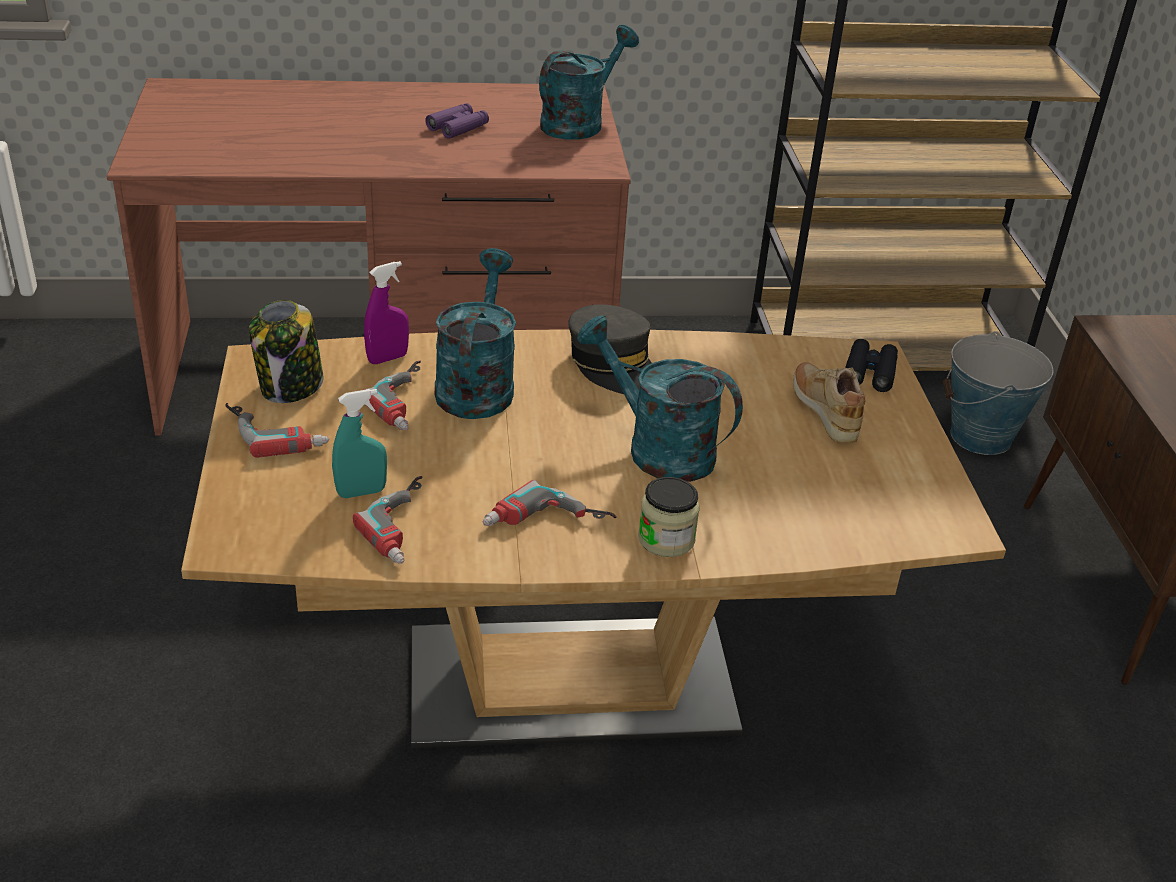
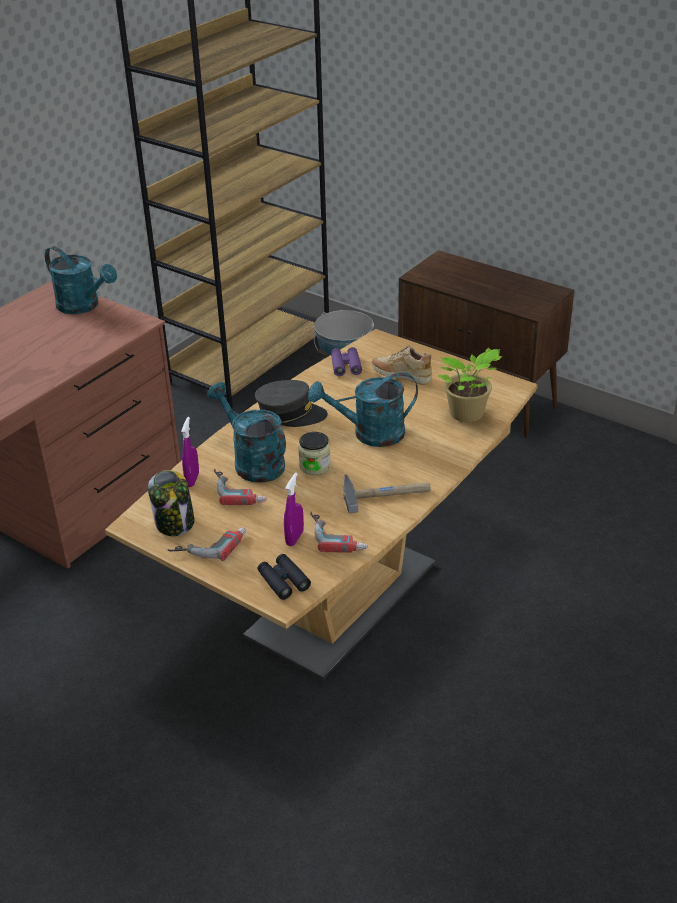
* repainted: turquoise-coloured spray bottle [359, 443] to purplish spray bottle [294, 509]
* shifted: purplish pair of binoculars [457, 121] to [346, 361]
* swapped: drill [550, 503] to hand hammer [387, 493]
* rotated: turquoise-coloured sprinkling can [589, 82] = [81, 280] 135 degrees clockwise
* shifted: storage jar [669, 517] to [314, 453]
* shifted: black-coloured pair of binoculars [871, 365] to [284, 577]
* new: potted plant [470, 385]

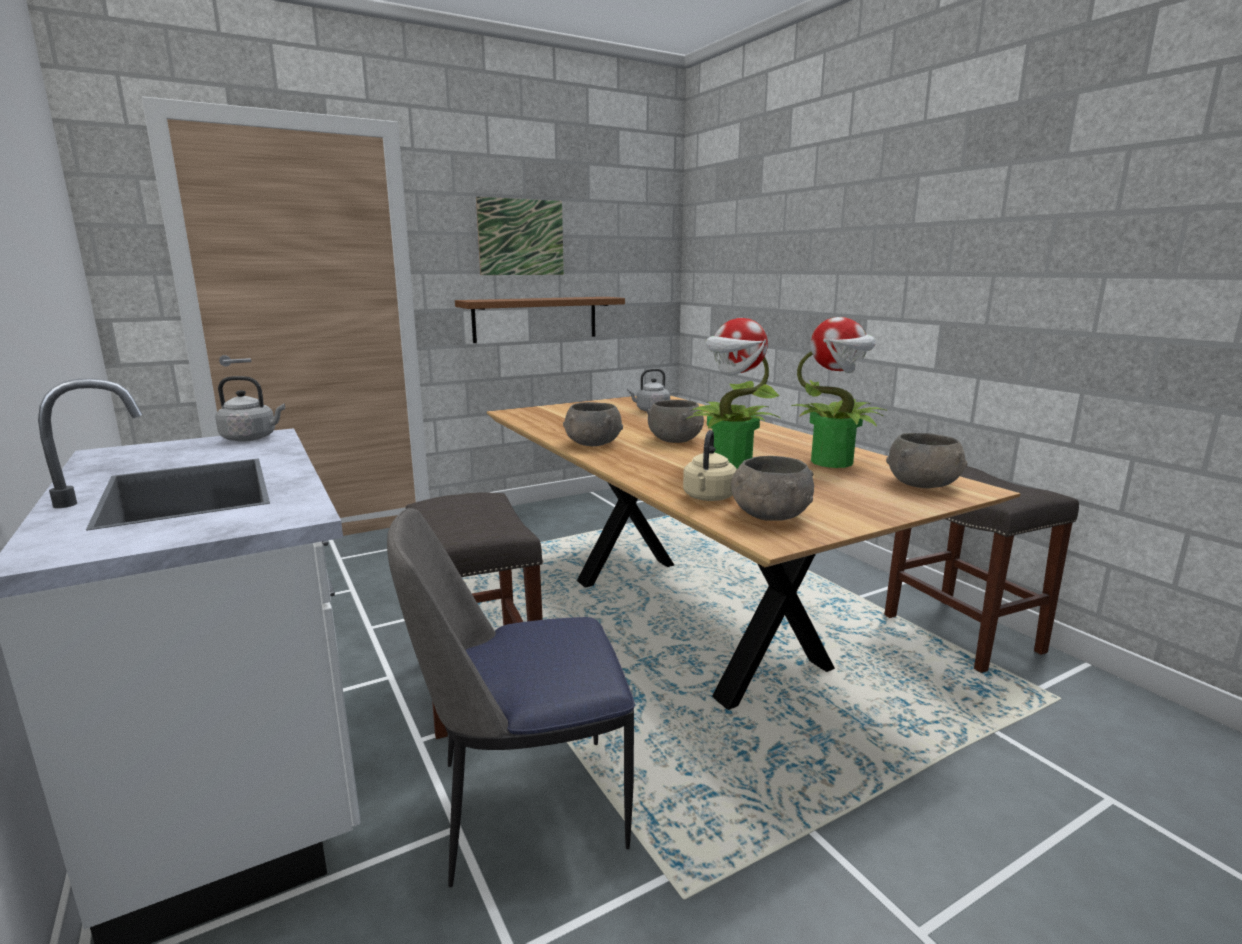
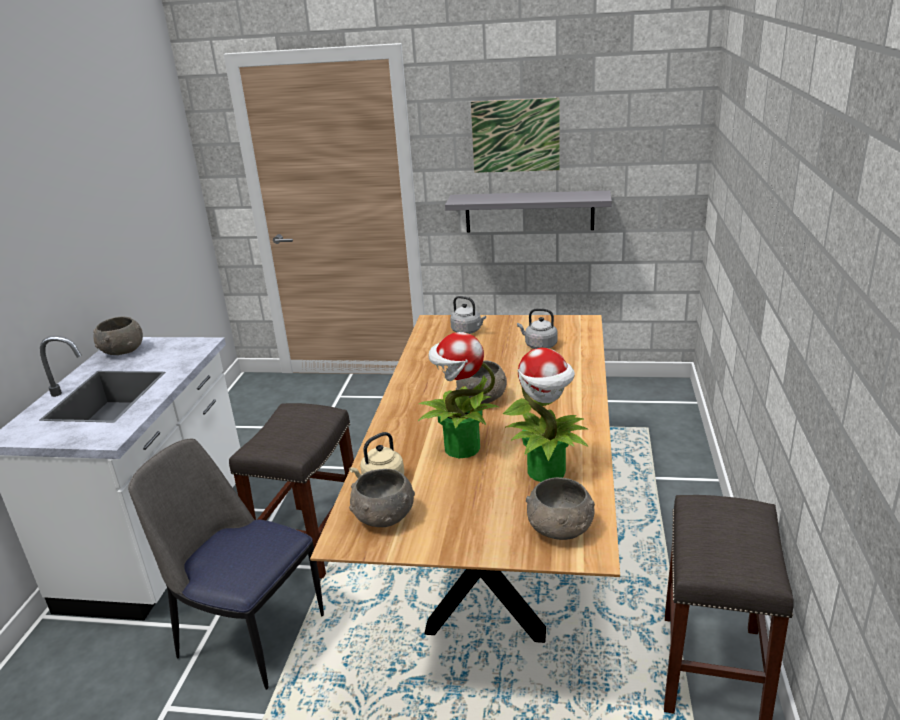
* shifted: grey kettle [250, 409] to [468, 315]
* repainted: brownish bracket shelf [540, 320] to grey bracket shelf [528, 211]
* shifted: grey deep dish [593, 424] to [118, 336]

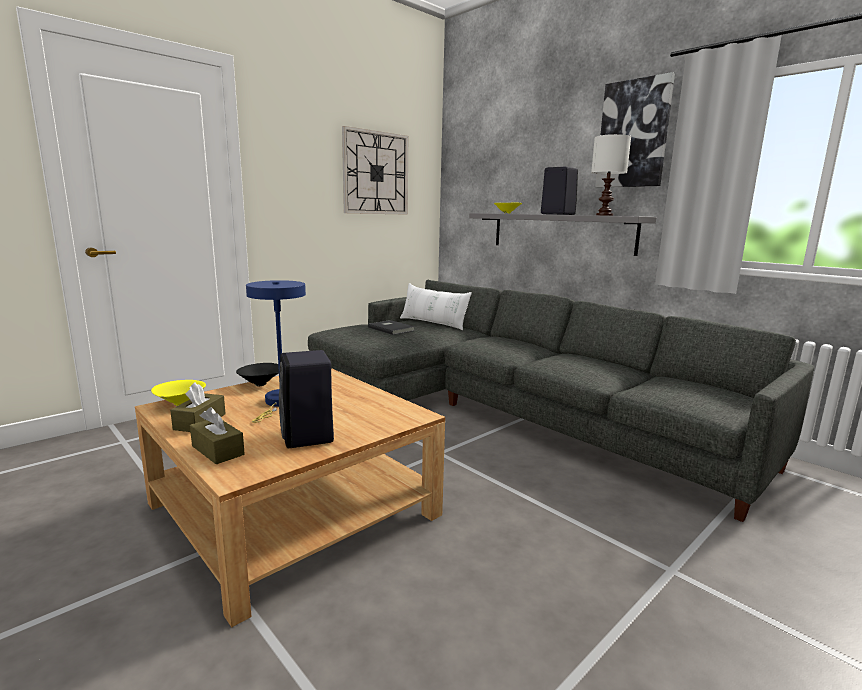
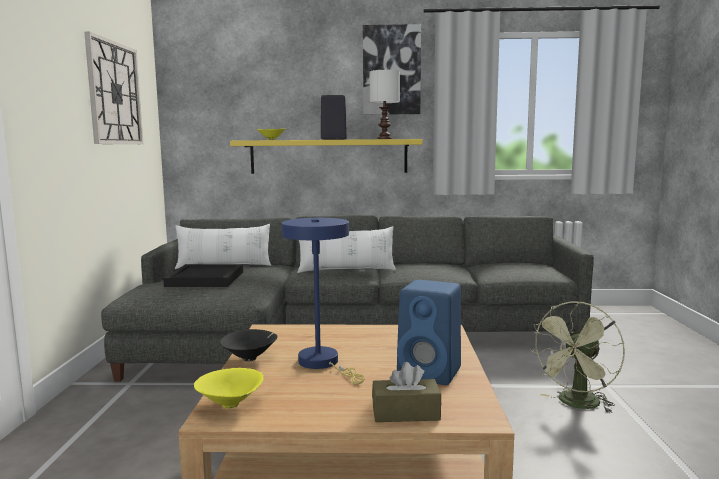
* gone: brownish box of tissues [198, 407]
* repainted: black-coloured speaker [306, 399] to blue speaker [429, 332]
* swapped: grey book [391, 327] to black-coloured serving tray [203, 275]
* repainted: grey bracket shelf [563, 234] to yellow-coloured bracket shelf [326, 156]
* new: white cushion [346, 249]
* new: greenish cooling fan [577, 357]

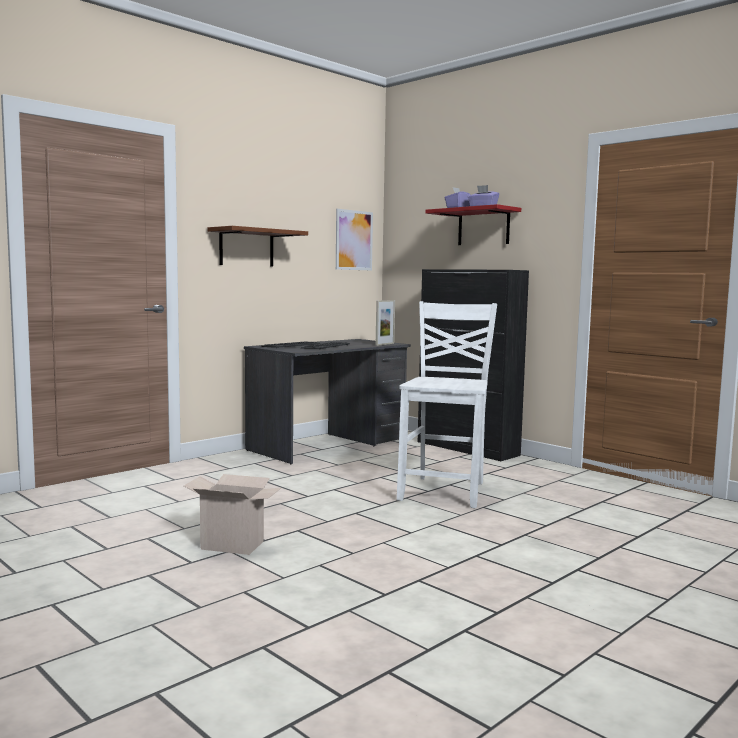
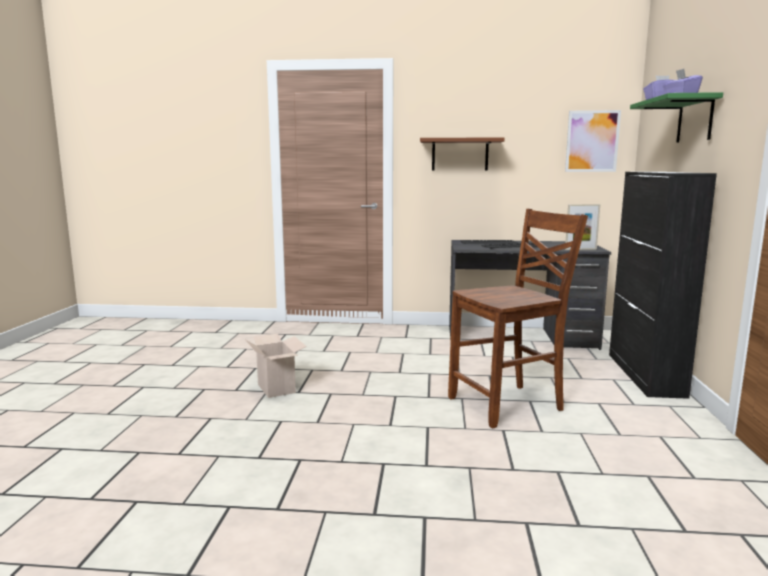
* repainted: white upright chair [447, 404] to brownish upright chair [518, 318]
* repainted: red-coloured bracket shelf [473, 224] to greenish bracket shelf [676, 117]

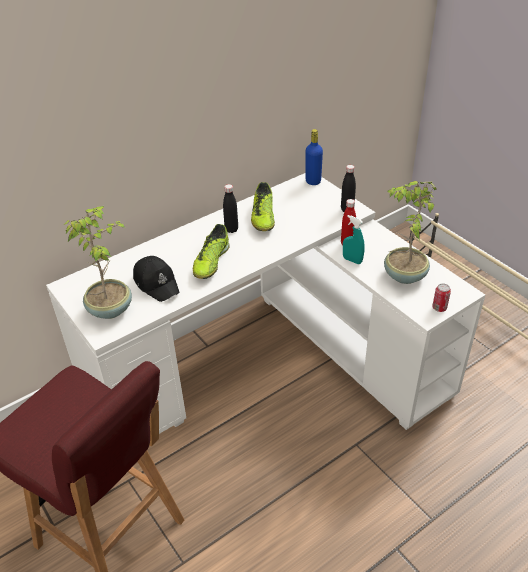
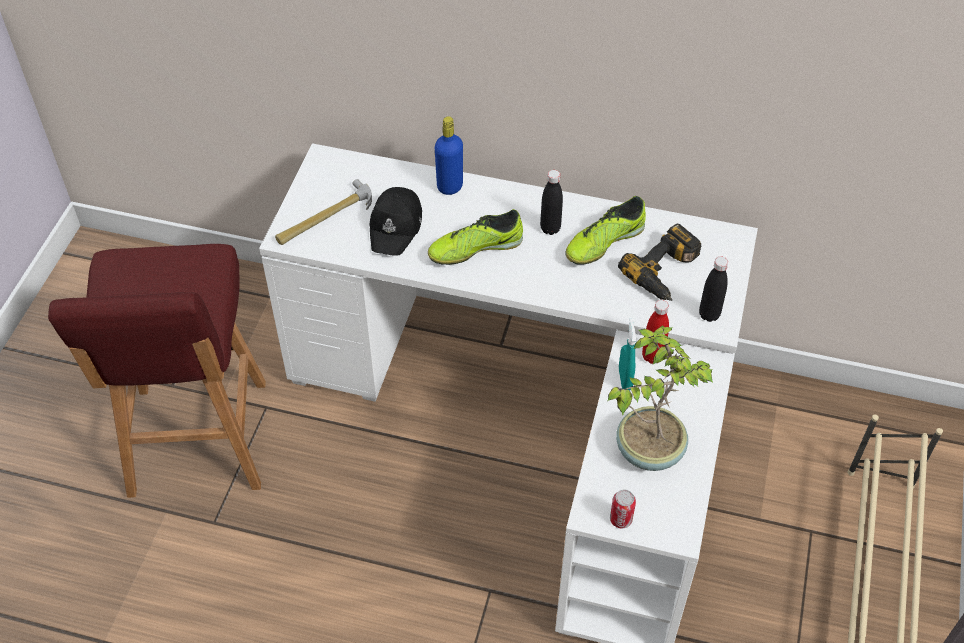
* swapped: potted plant [97, 262] to hand hammer [323, 212]
* shifted: blue bottle [314, 157] to [449, 155]
* new: drill [659, 262]

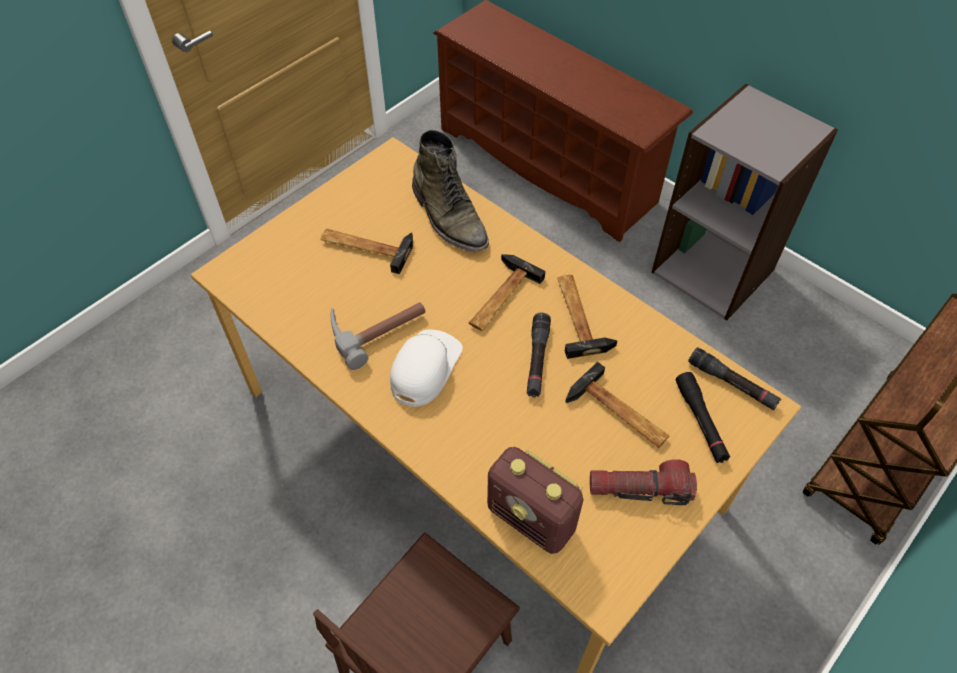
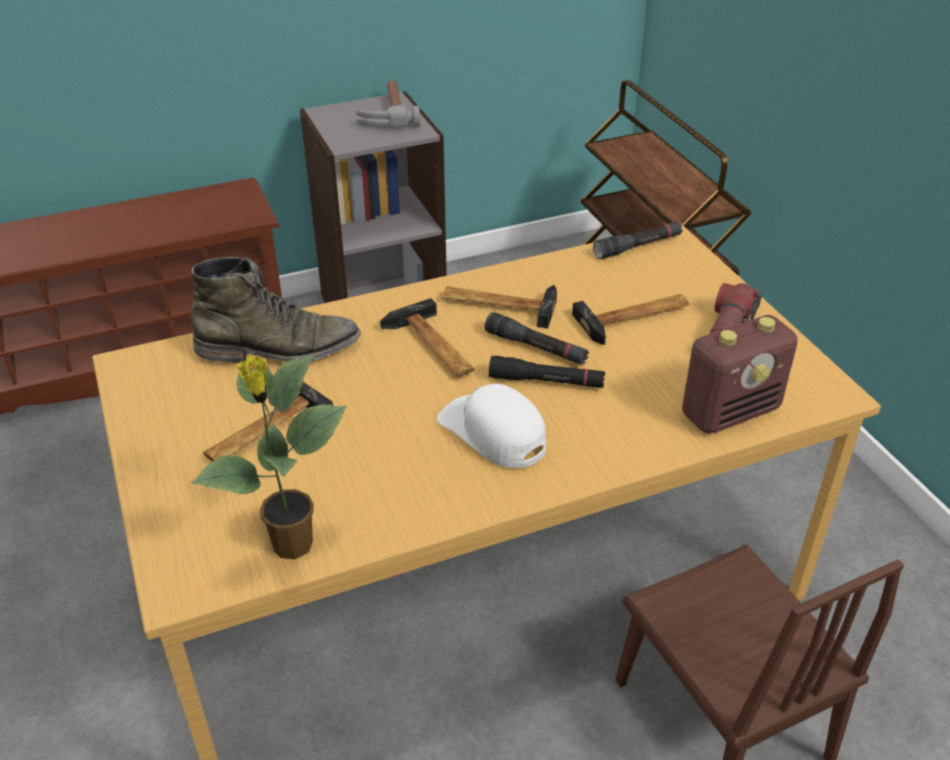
* shifted: hand hammer [378, 336] to [388, 104]
* shifted: black-coloured torch [703, 417] to [547, 372]
* new: potted plant [269, 456]

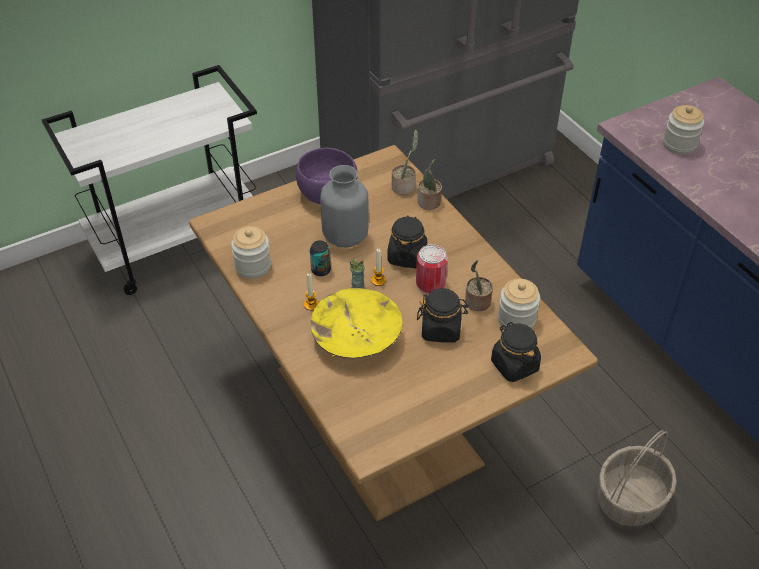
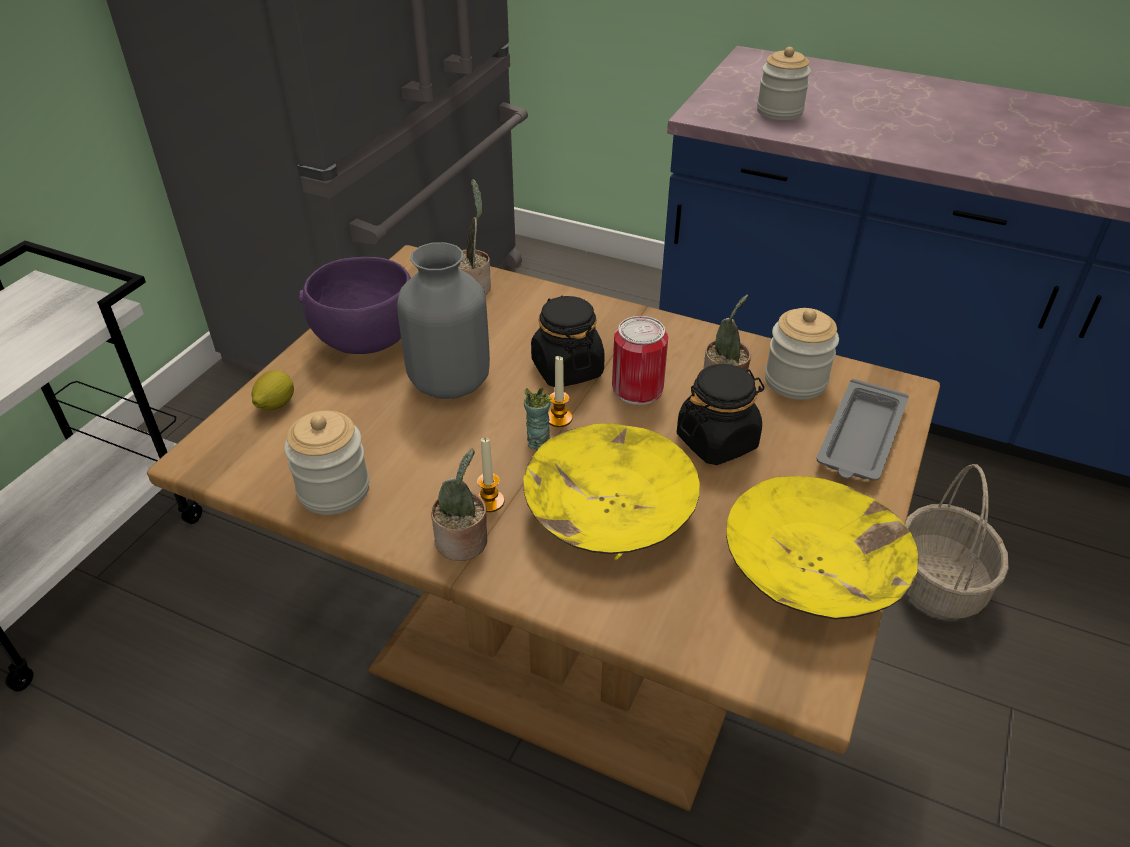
* gone: can [320, 258]
* shifted: potted plant [429, 184] to [459, 505]
* swapped: black-coloured storage jar [516, 352] to grey serving tray [863, 430]
* new: whole lemon [273, 390]
* new: yellow-coloured deep dish [822, 547]

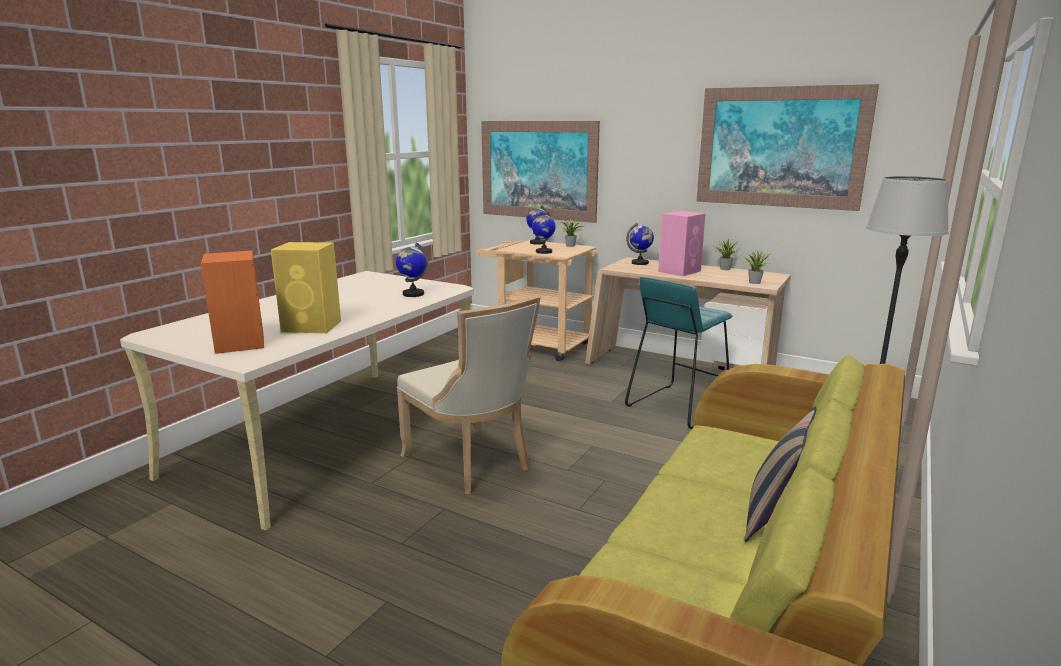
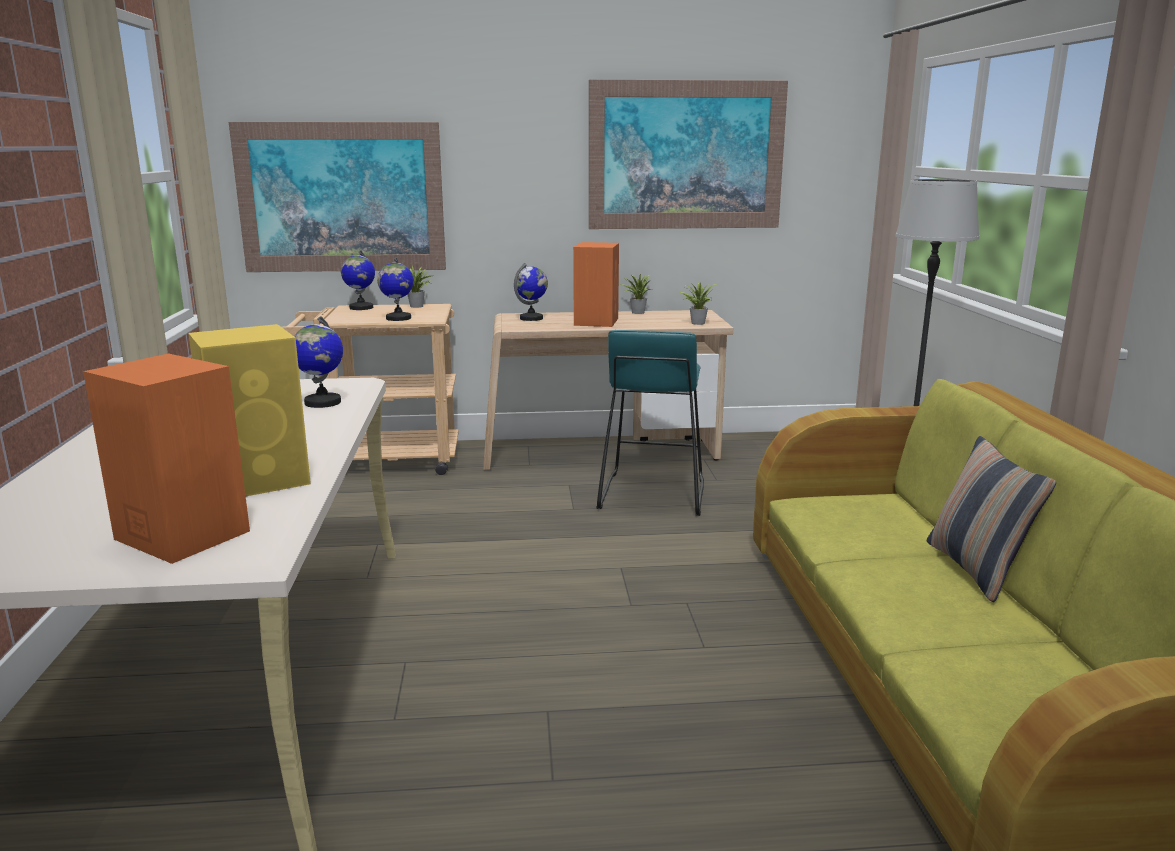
* gone: sand-coloured upright chair [469, 394]
* repainted: pink speaker [682, 243] to orange-coloured speaker [596, 284]

